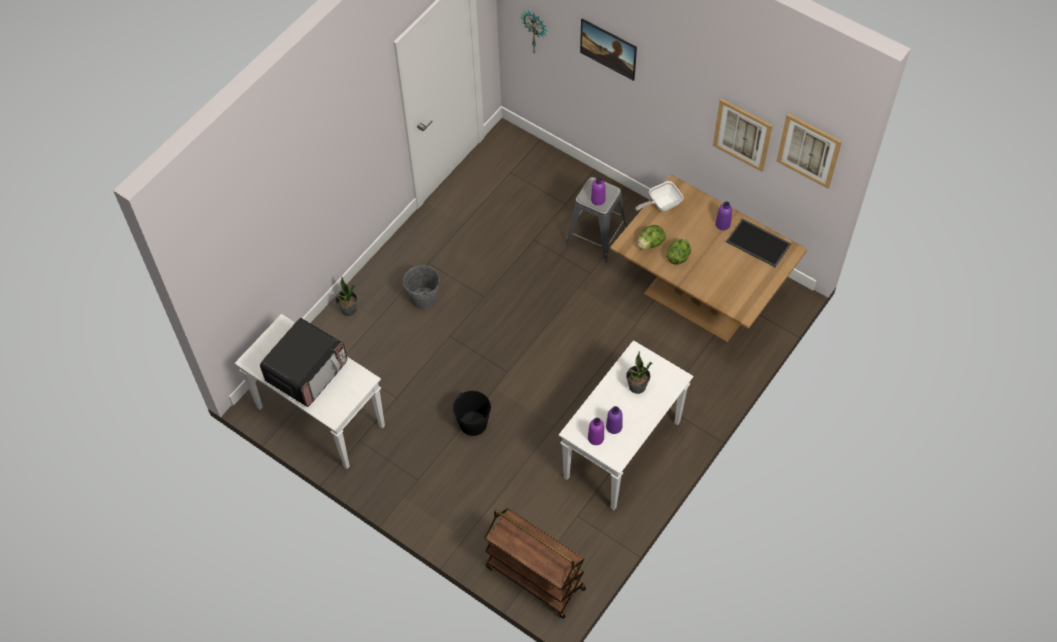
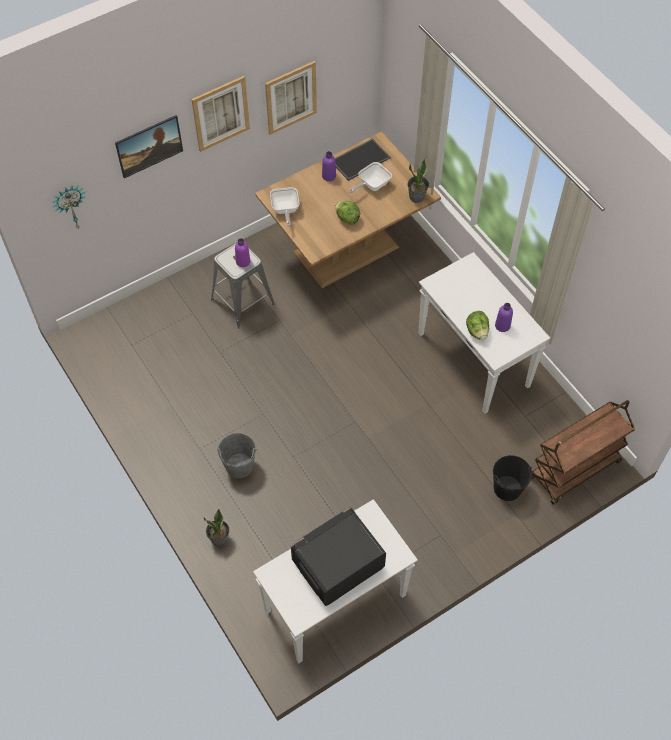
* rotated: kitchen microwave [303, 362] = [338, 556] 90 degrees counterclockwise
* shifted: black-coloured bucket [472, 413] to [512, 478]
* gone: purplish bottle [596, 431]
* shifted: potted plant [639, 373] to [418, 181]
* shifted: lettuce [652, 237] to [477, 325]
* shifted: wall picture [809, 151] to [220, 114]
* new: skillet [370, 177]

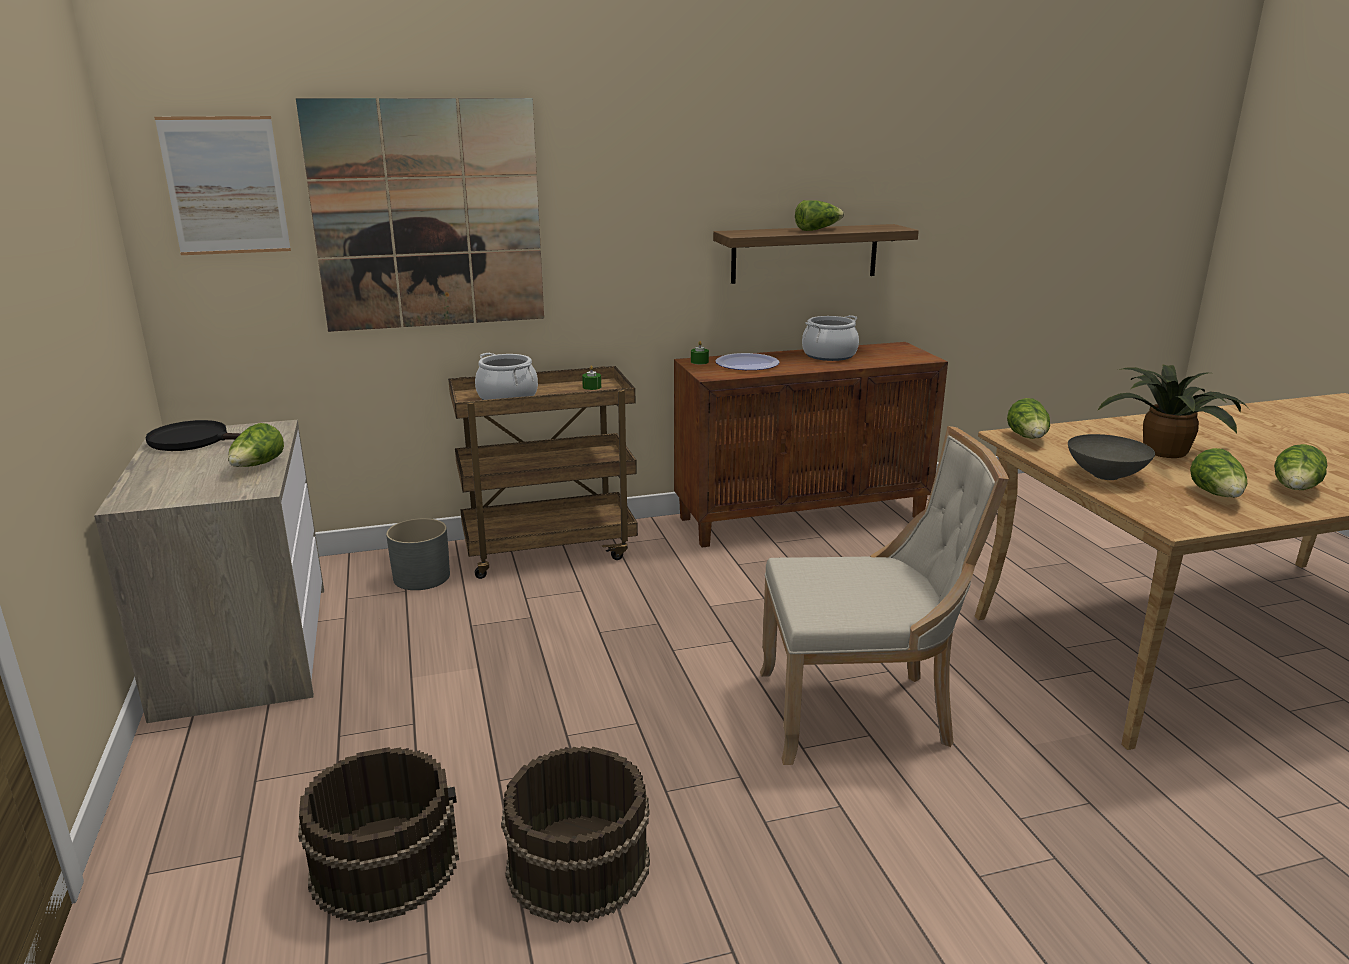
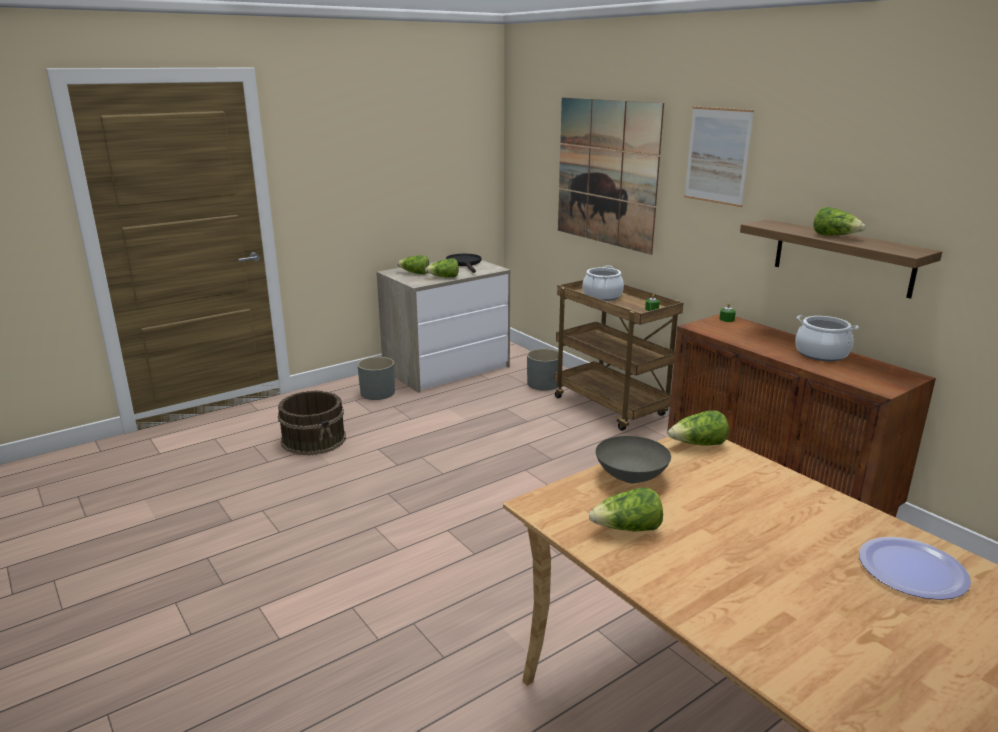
* shifted: wall picture [222, 185] to [719, 157]
* gone: brownish bucket [575, 834]
* shifted: dinner plate [747, 361] to [915, 568]
* gone: sand-coloured upright chair [884, 595]
* gone: potted plant [1173, 411]
* shifted: lettuce [1301, 467] to [413, 264]
* new: grey planter [376, 378]

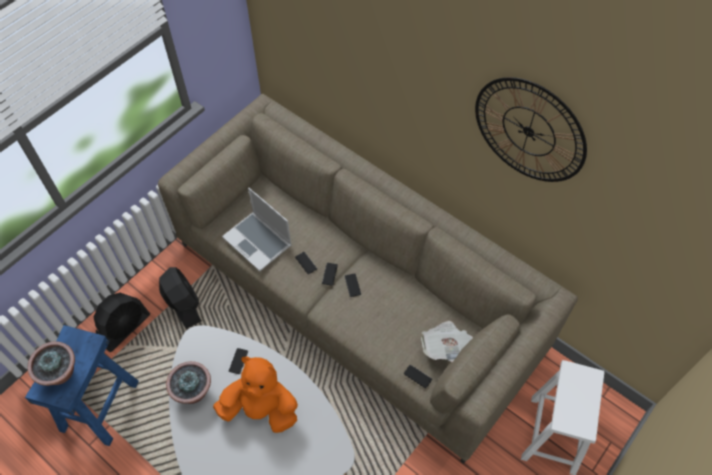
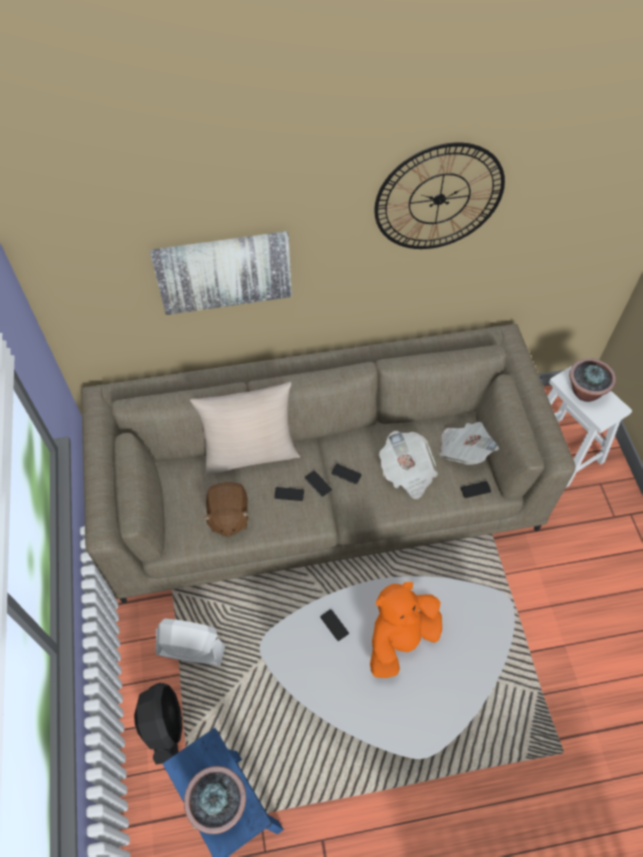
* repainted: black-coloured cooling fan [180, 298] to white cooling fan [191, 641]
* shifted: potted plant [188, 382] to [592, 380]
* swapped: notebook computer [257, 229] to brownish soft toy [226, 510]
* new: wall picture [221, 273]
* new: sand-coloured cushion [245, 428]
* new: newspaper [408, 464]

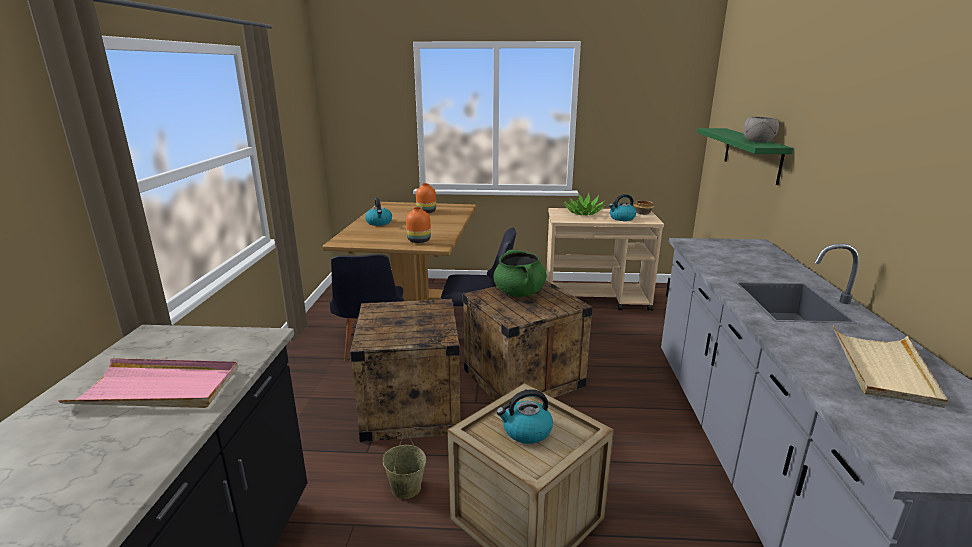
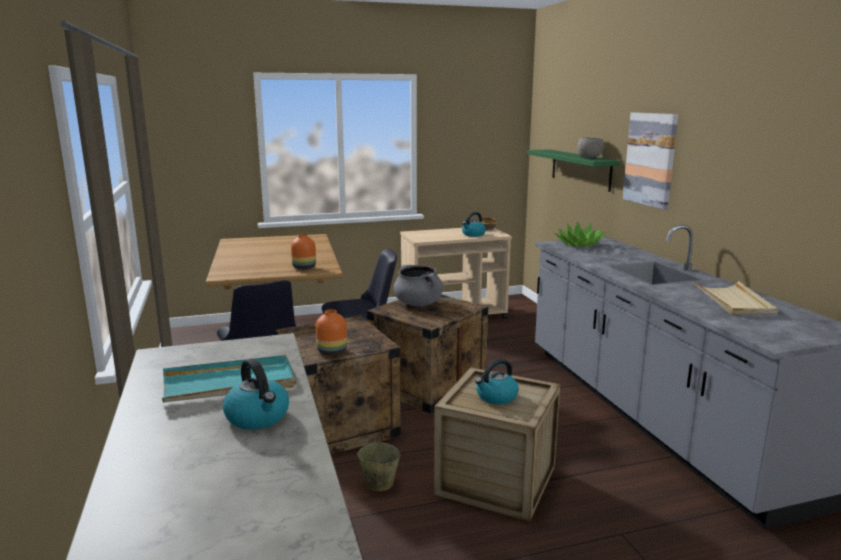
* repainted: pink serving tray [148, 383] to turquoise-coloured serving tray [229, 379]
* shifted: kettle [378, 212] to [256, 393]
* shifted: orange-coloured vase [426, 198] to [331, 332]
* repainted: greenish cooking pot [520, 273] to grey cooking pot [418, 286]
* shifted: potted plant [584, 203] to [581, 234]
* new: wall picture [650, 161]

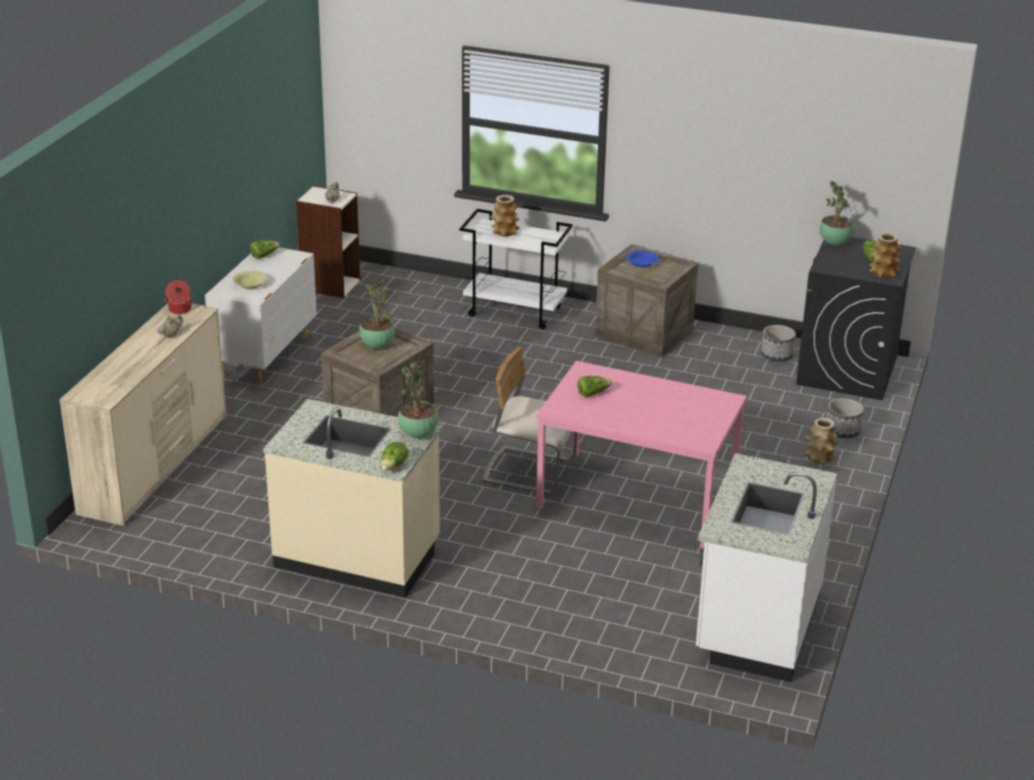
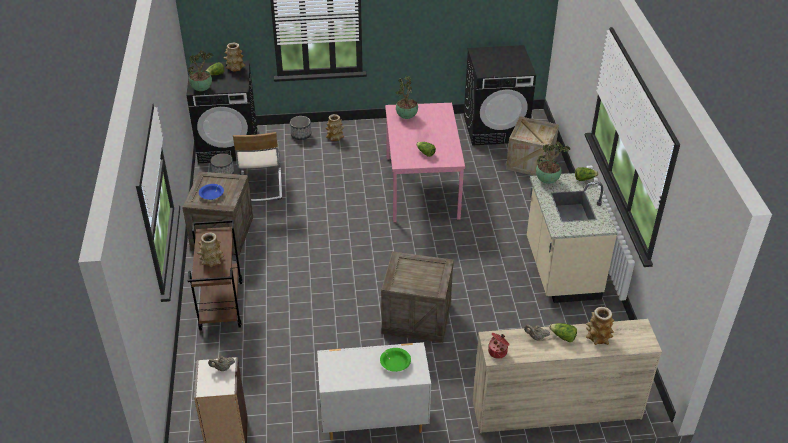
* repainted: yellow-coloured deep dish [250, 280] to greenish deep dish [395, 360]
* shifted: lettuce [265, 249] to [563, 332]
* shifted: potted plant [377, 314] to [406, 97]
* repainted: white trolley [516, 269] to brownish trolley [215, 275]
* shifted: sand-coloured upright chair [530, 421] to [257, 167]
* swapped: white counter [766, 567] to black-coloured washing machine [500, 95]
* new: shipping crate [532, 146]
* new: vase [600, 326]

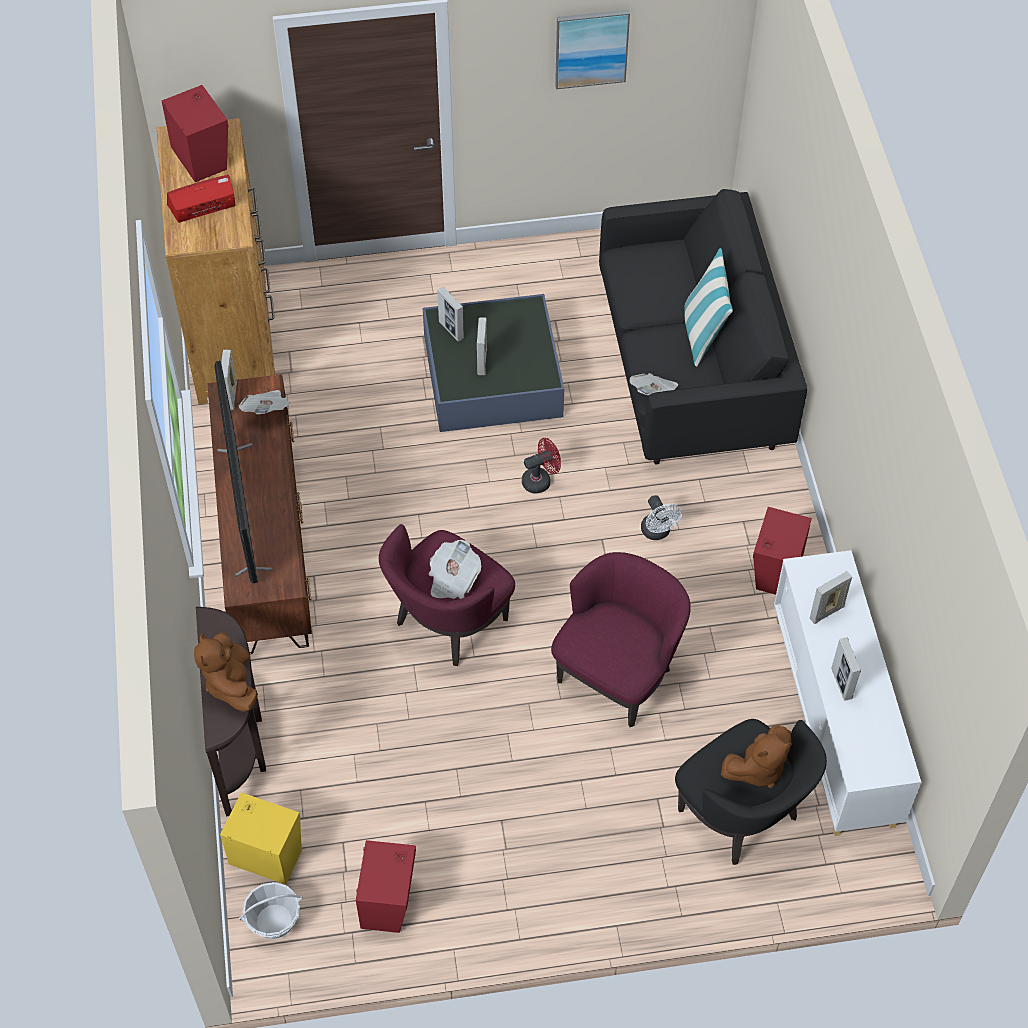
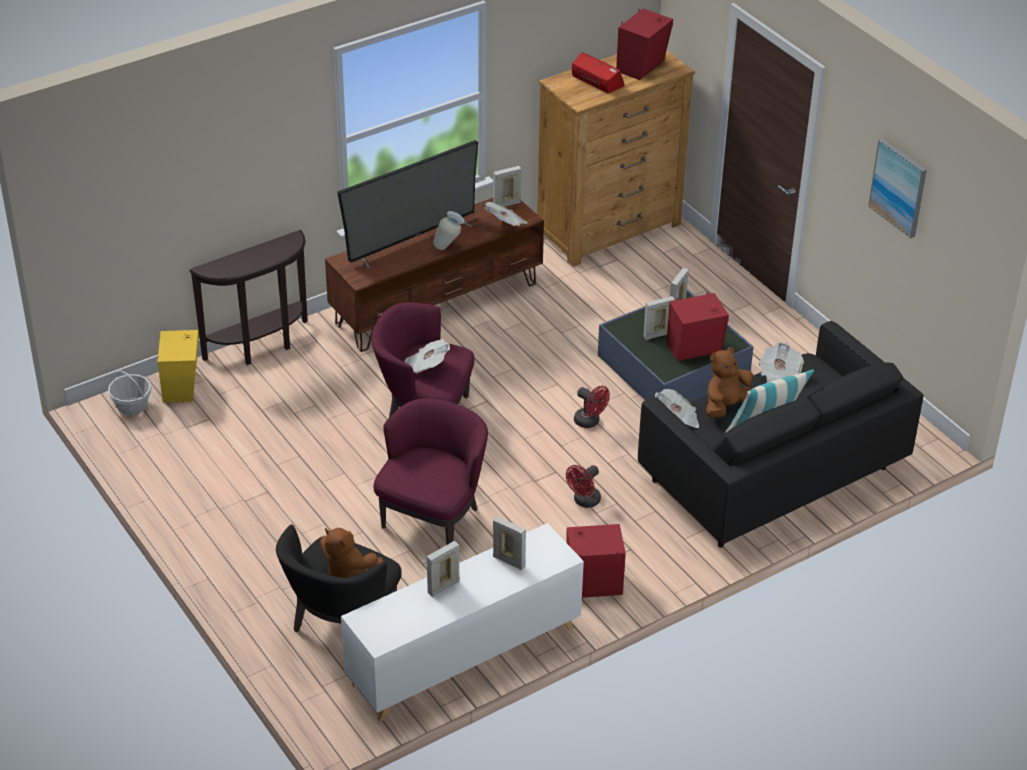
* shifted: brownish soft toy [226, 672] to [729, 382]
* shifted: red-coloured speaker [386, 886] to [697, 326]
* rotated: purplish lounge chair [621, 639] = [430, 471] 75 degrees counterclockwise
* repainted: white cooling fan [661, 517] to red-coloured cooling fan [583, 486]
* new: vase [449, 230]
* new: newspaper [781, 362]

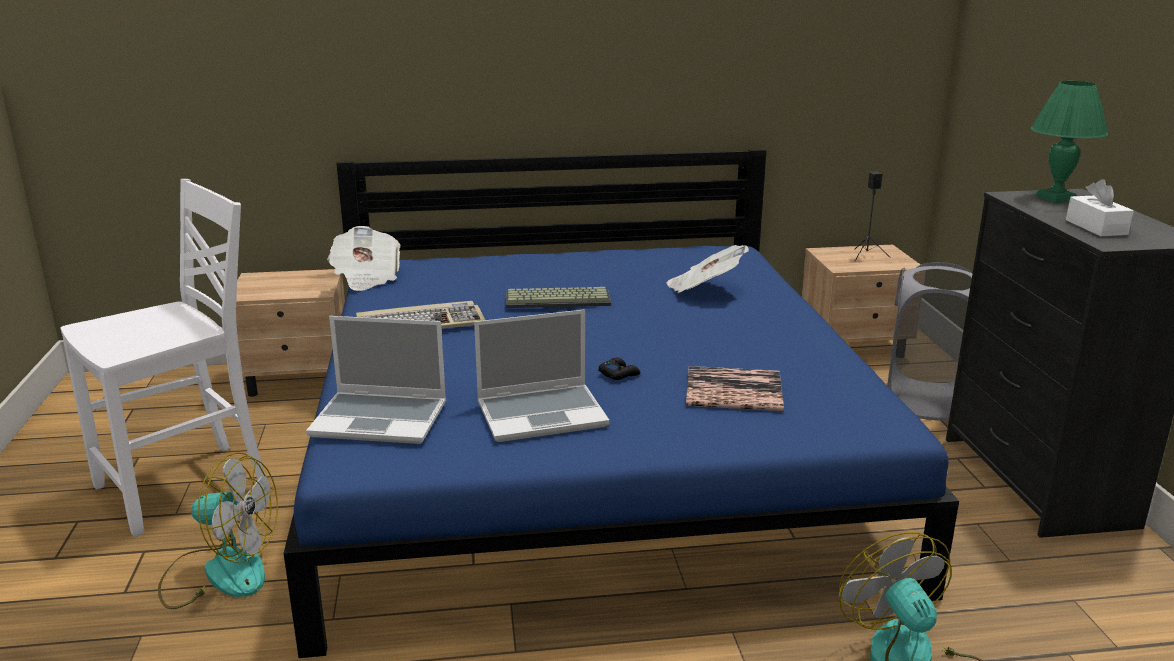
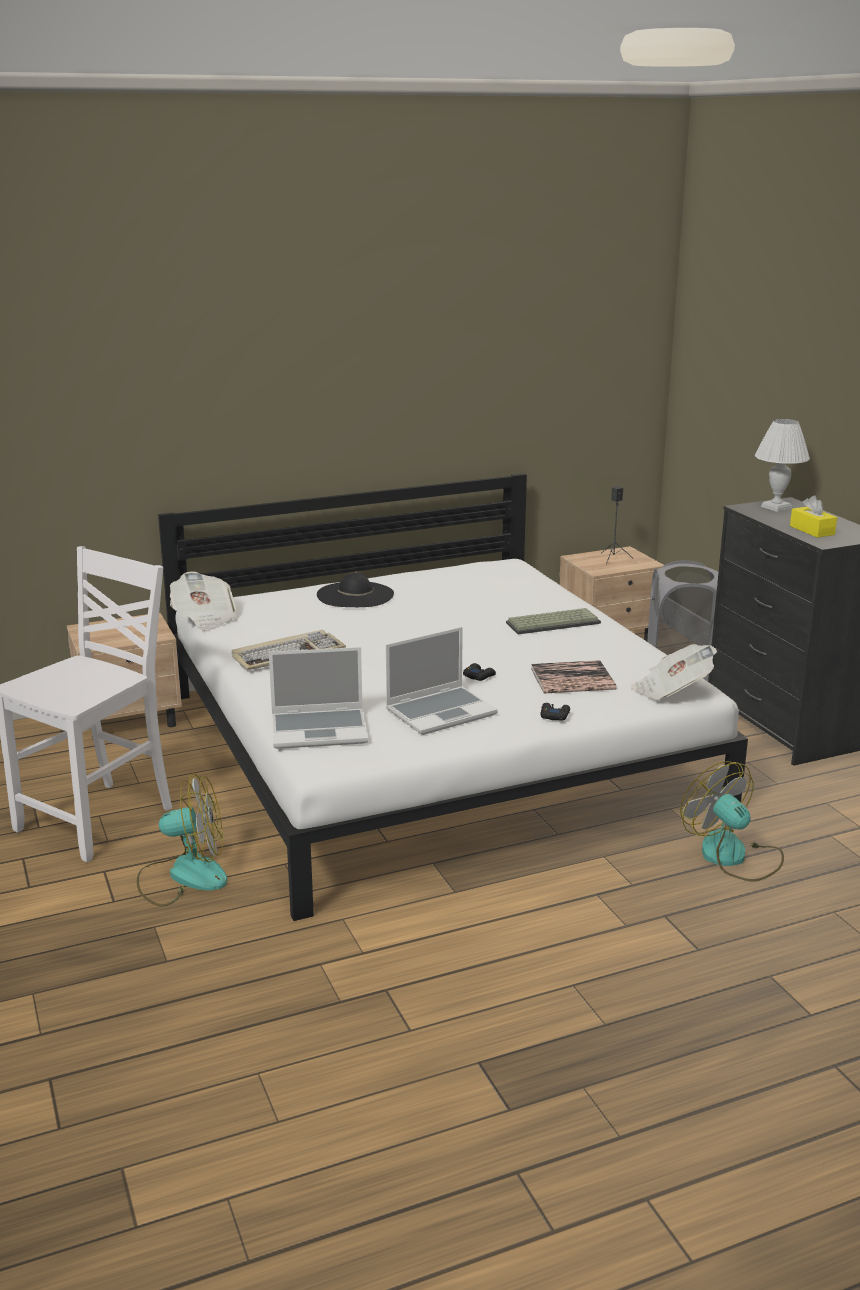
* repainted: blue bedroom bed [621, 403] to white bedroom bed [453, 697]
* shifted: PC keyboard [558, 297] to [553, 621]
* shifted: newspaper [707, 269] to [674, 672]
* repainted: greenish table lamp [1069, 142] to white table lamp [782, 465]
* repainted: white box of tissues [1100, 207] to yellow-coloured box of tissues [813, 517]
* new: black-coloured clothing hat [355, 590]
* new: black-coloured game controller [555, 712]

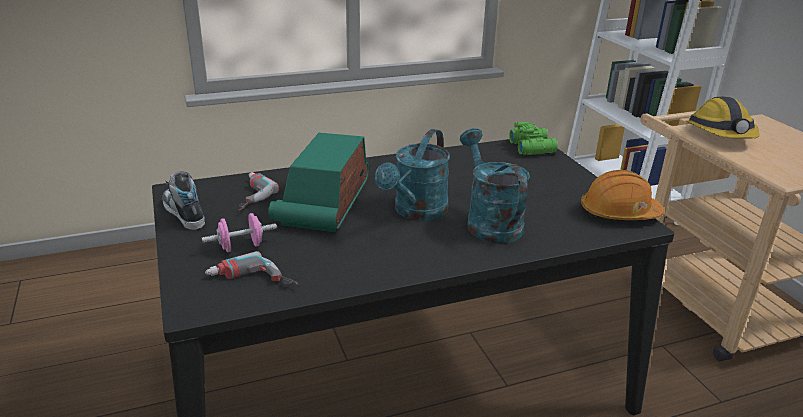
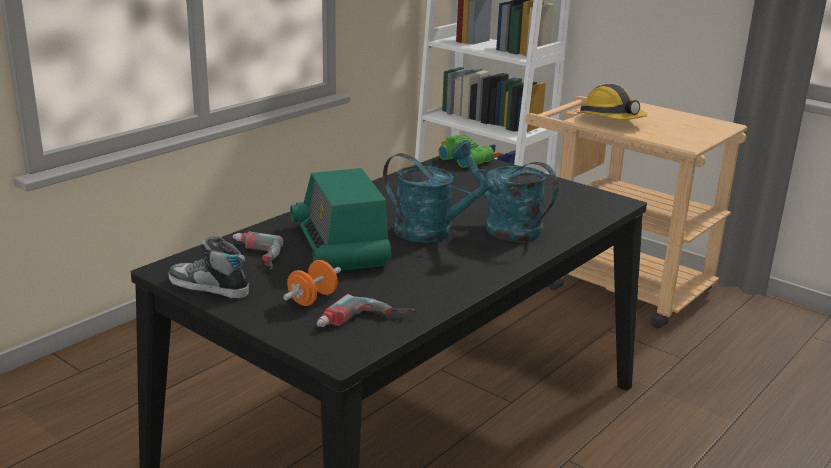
* repainted: pink dumbbell [239, 232] to orange-coloured dumbbell [312, 283]
* rotated: turquoise-coloured sprinkling can [412, 175] = [443, 198] 60 degrees counterclockwise
* gone: orange-coloured hard hat [622, 195]

